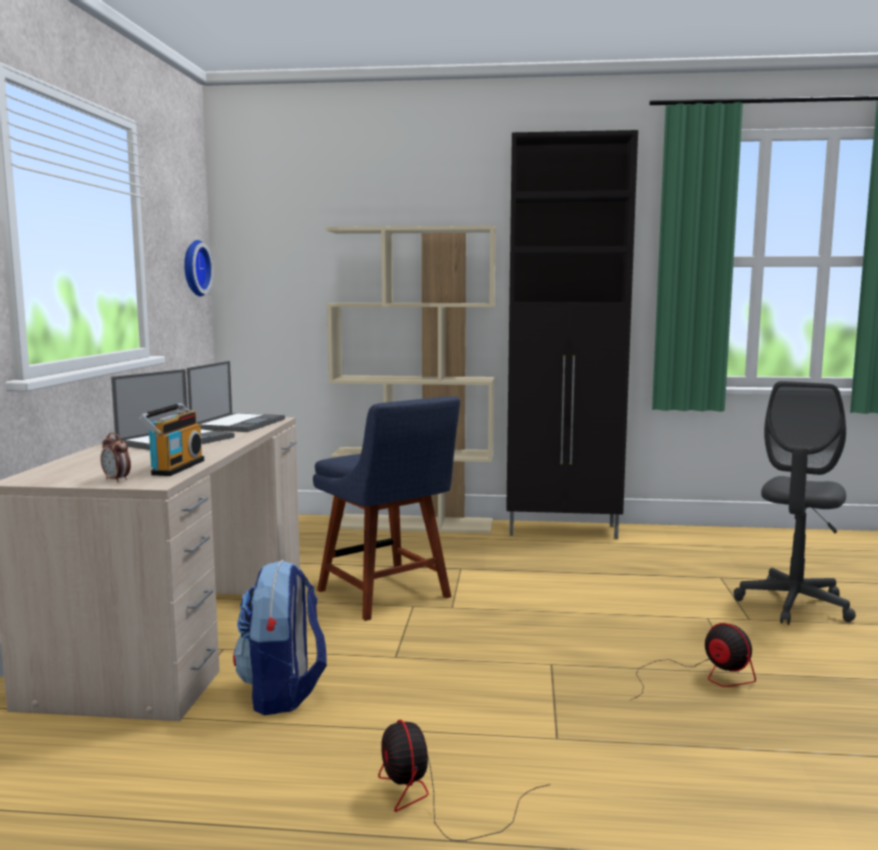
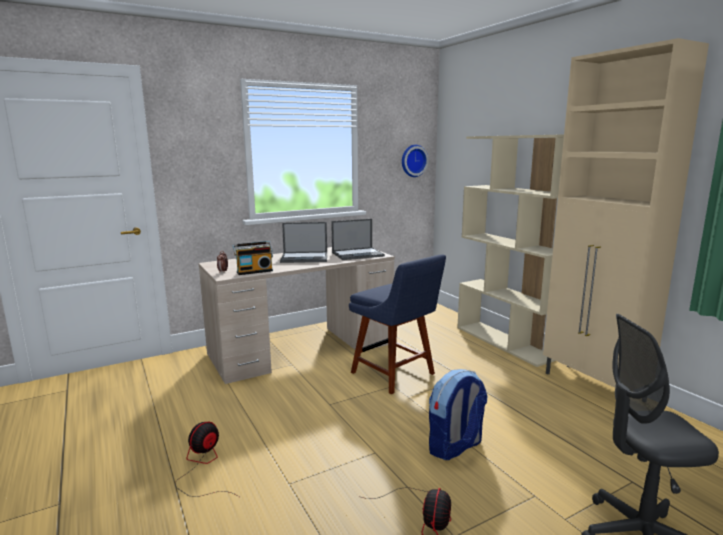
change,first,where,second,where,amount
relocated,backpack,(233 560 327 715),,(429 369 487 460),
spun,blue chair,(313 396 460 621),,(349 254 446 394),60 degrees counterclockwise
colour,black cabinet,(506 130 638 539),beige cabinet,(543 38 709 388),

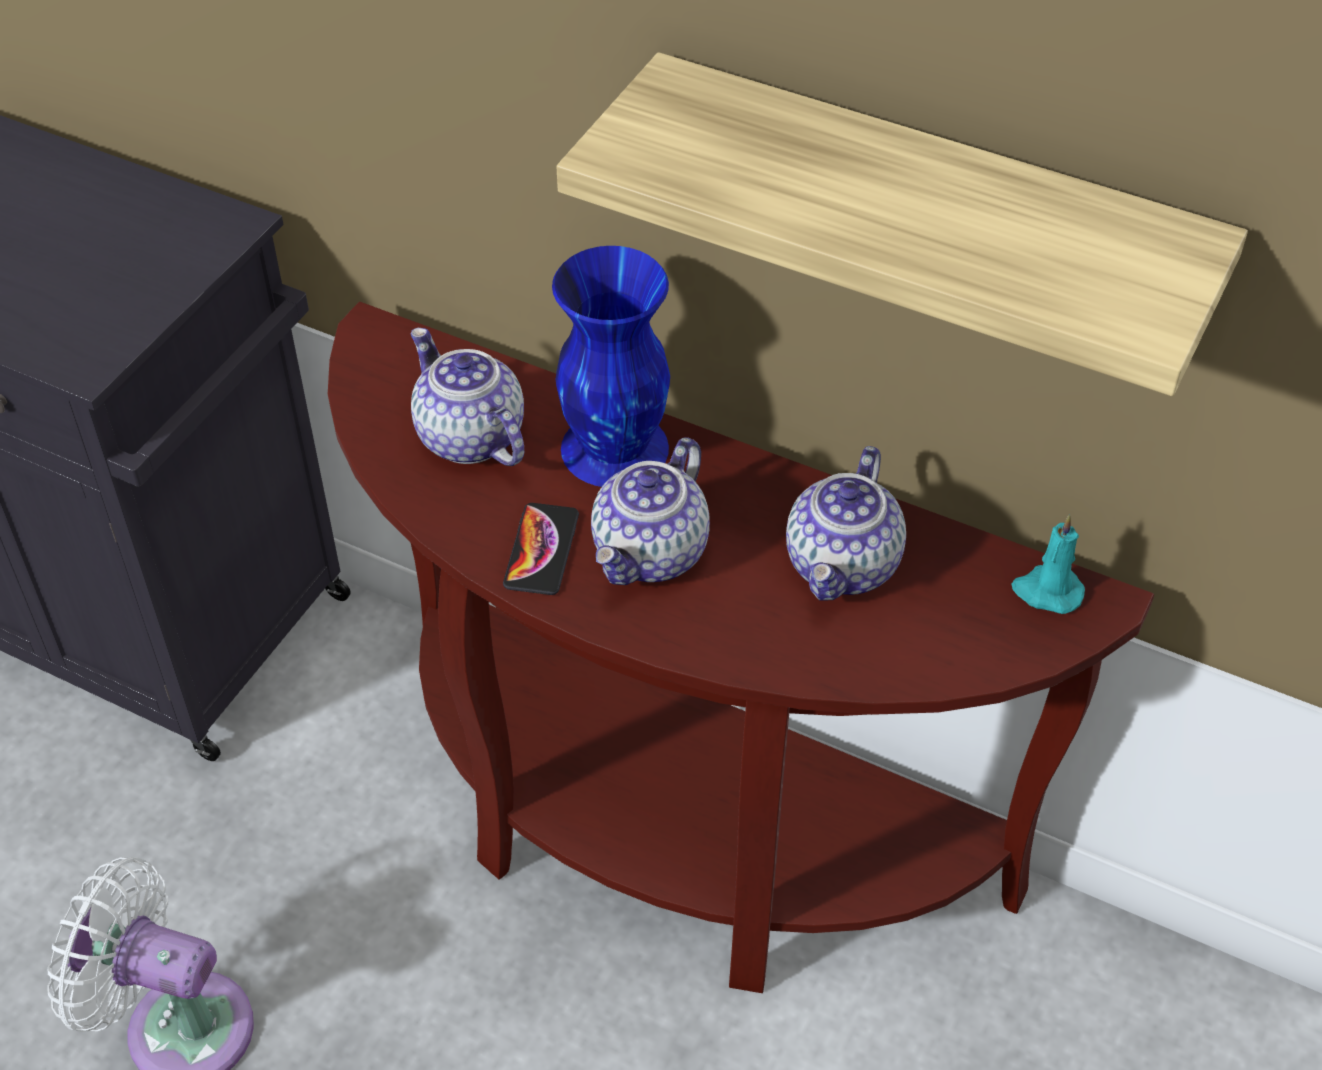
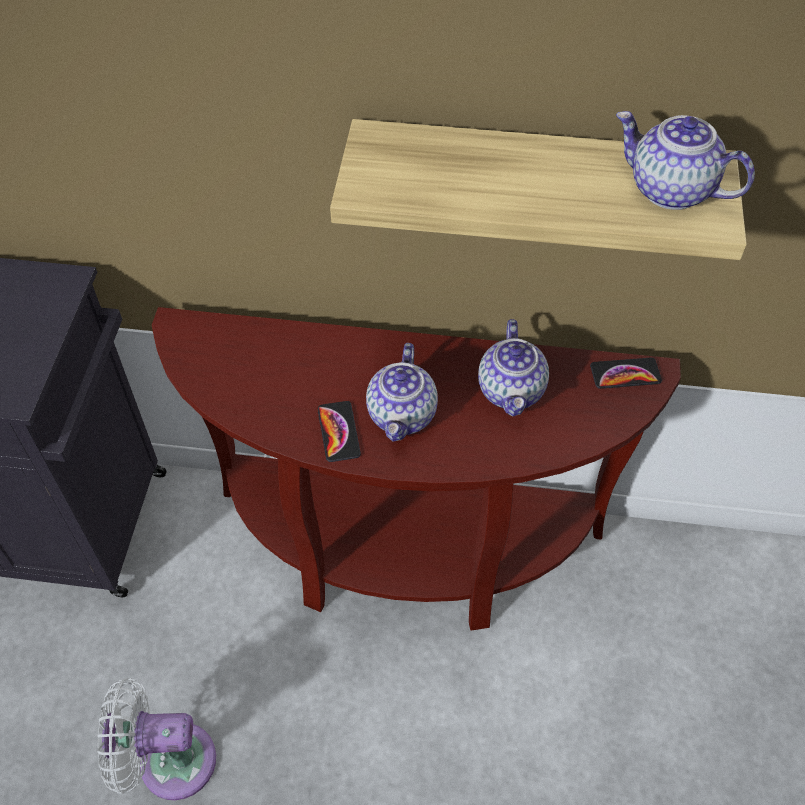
change,first,where,second,where,amount
relocated,teapot,(410 328 524 466),,(616 111 755 210),
missing,blue vase,(552 246 670 487),,,
exchanged,turquoise candle,(1011 514 1085 614),phone,(590 358 662 389),

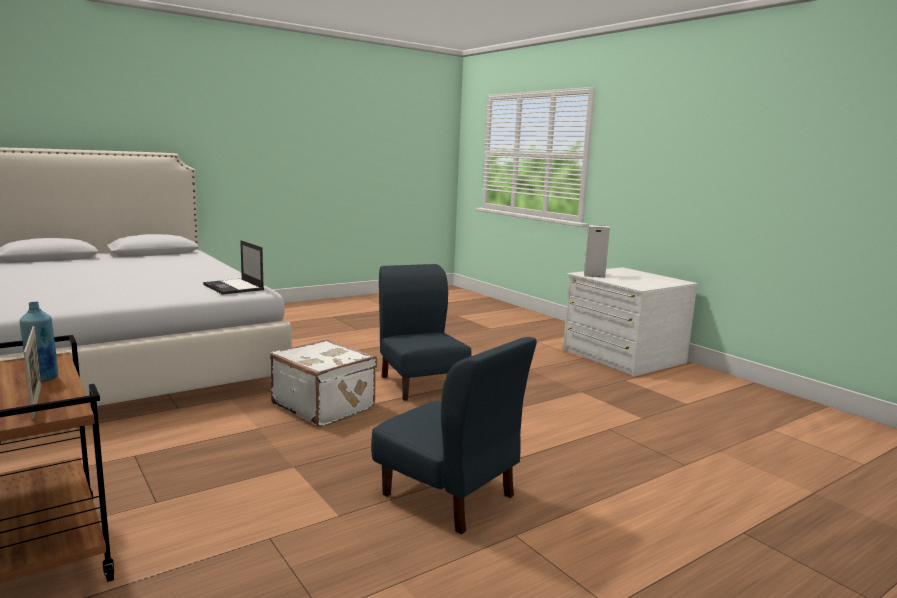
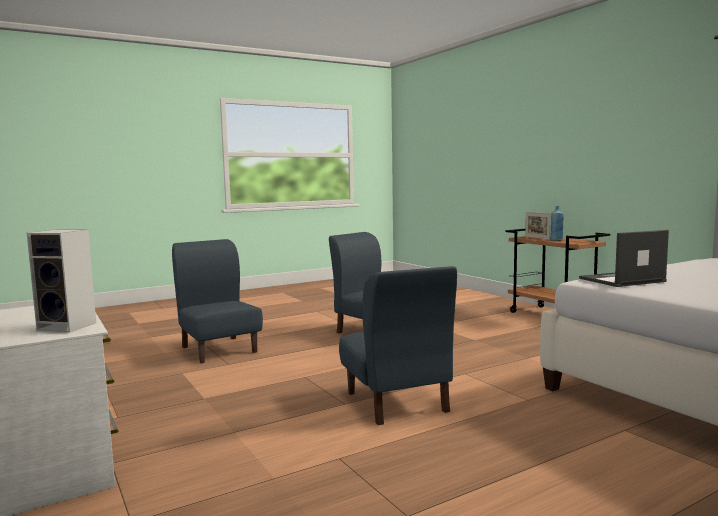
change,first,where,second,where,amount
spun,laptop,(203 240 264 295),,(579 230 669 287),75 degrees counterclockwise
missing,white suitcase,(270 339 377 427),,,
appeared,,,blue chair,(172 239 263 363),

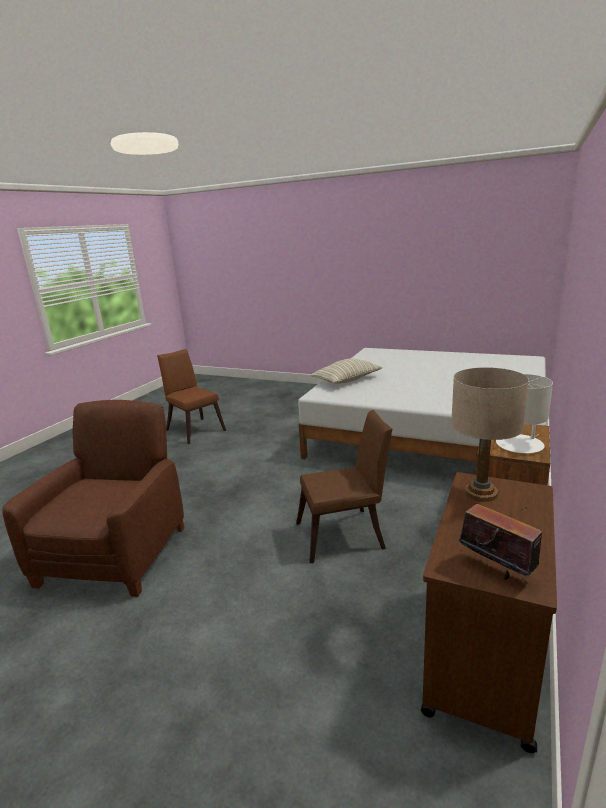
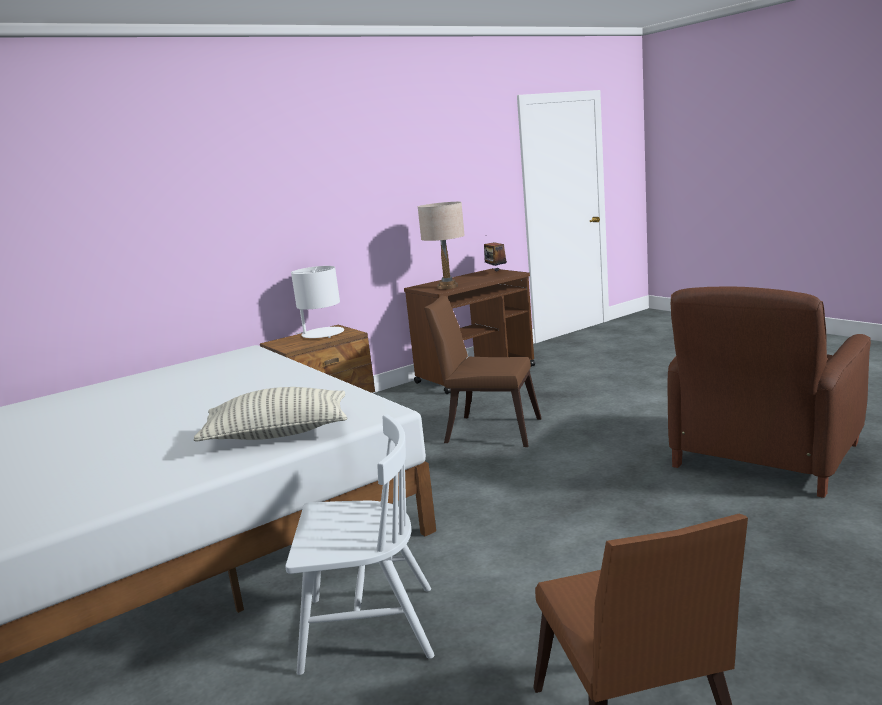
change,first,where,second,where,amount
appeared,,,white chair,(285 415 434 675),

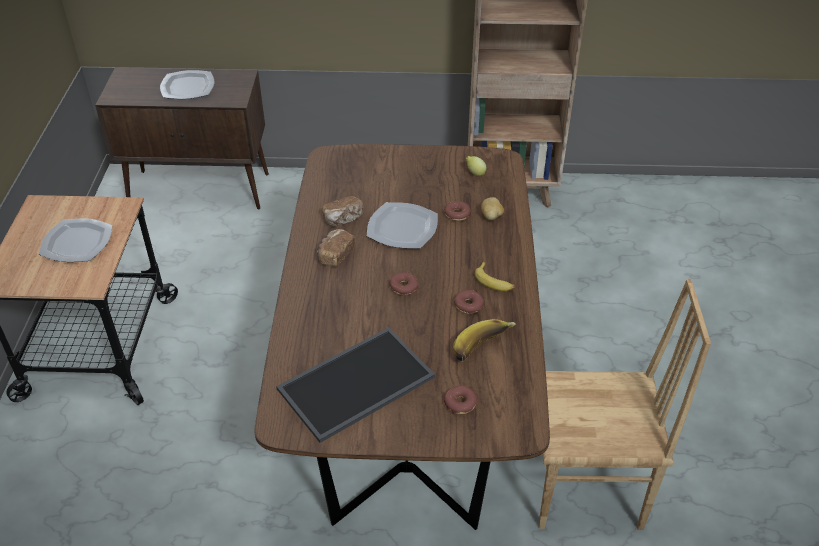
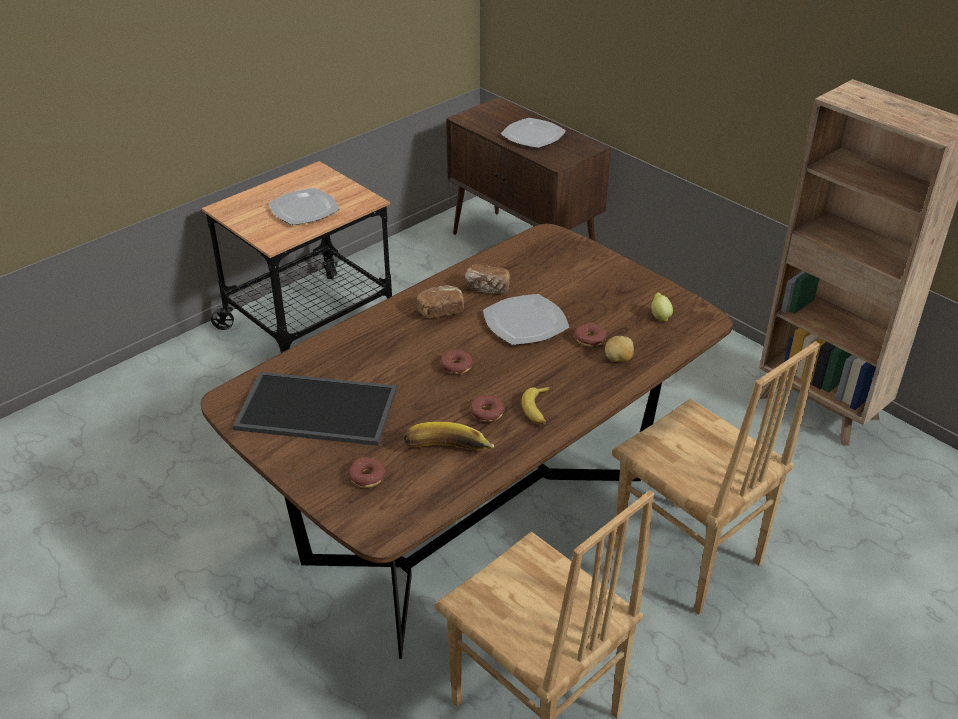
change,first,where,second,where,amount
appeared,,,brown chair,(612 341 820 615),

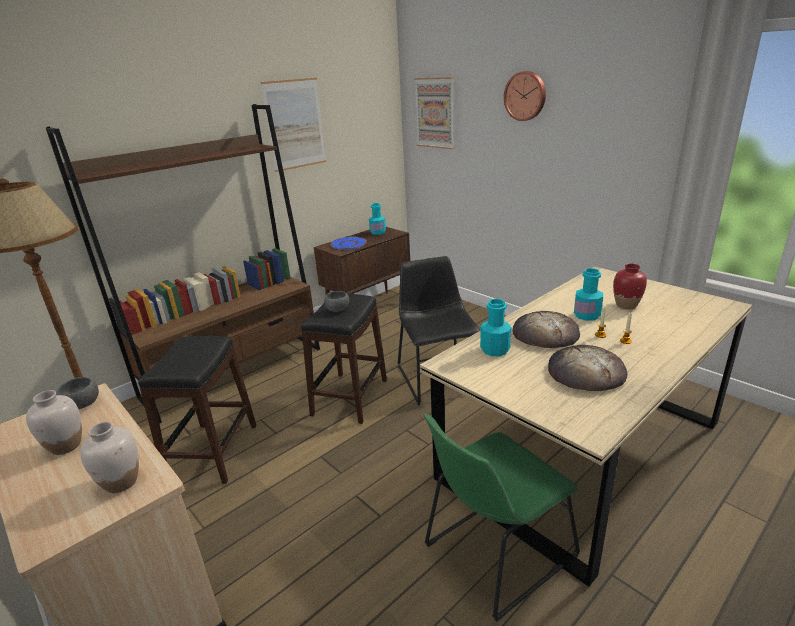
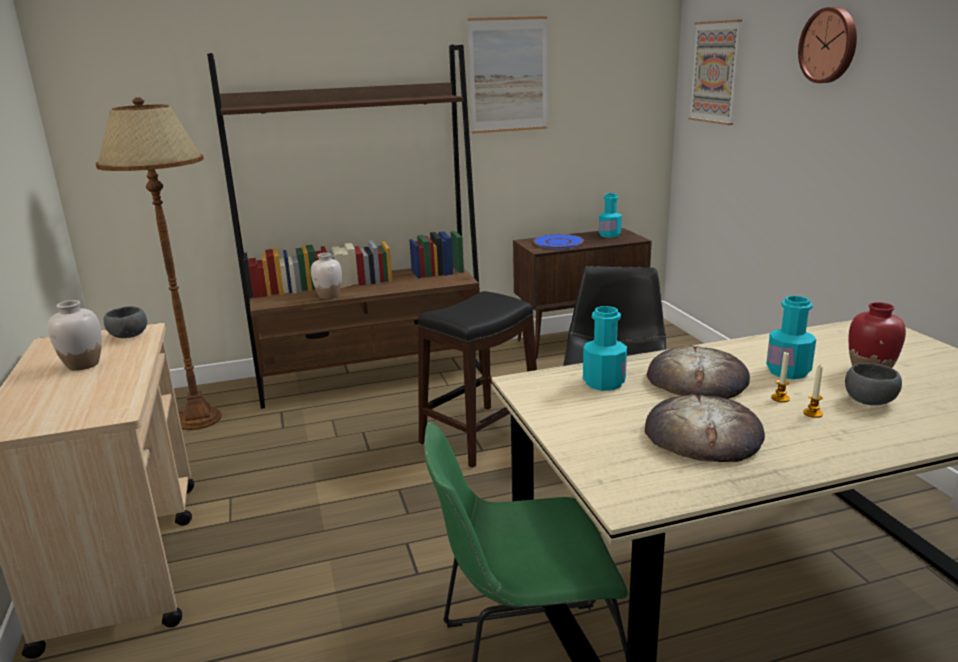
change,first,where,second,where,amount
relocated,white vase,(80 422 139 493),,(311 253 342 299),
missing,black stool,(138 336 257 484),,,
relocated,grey bowl,(324 291 349 312),,(845 363 902 405),

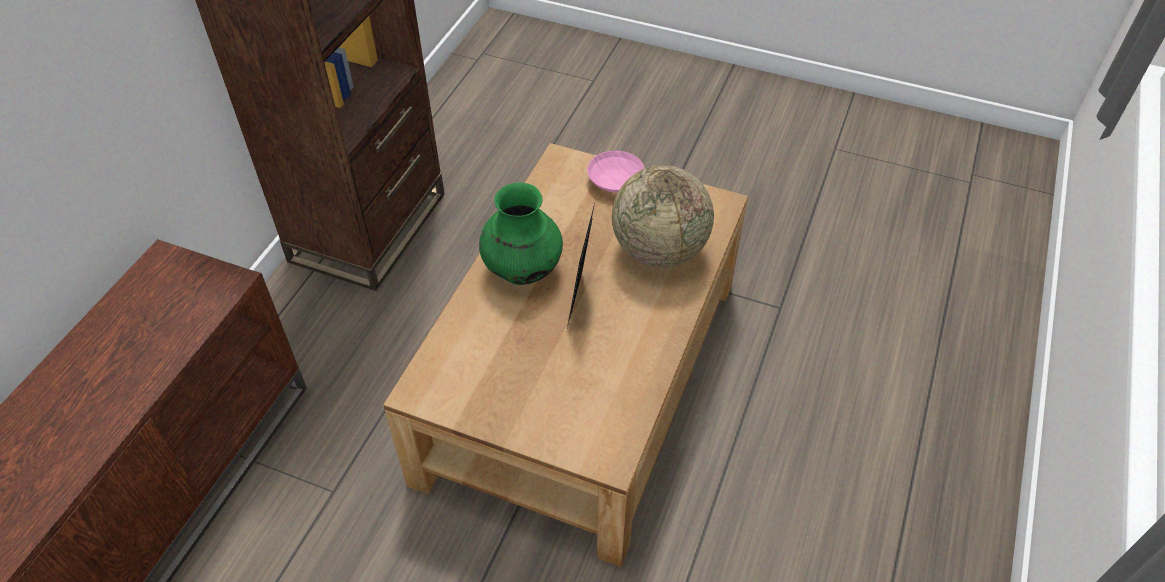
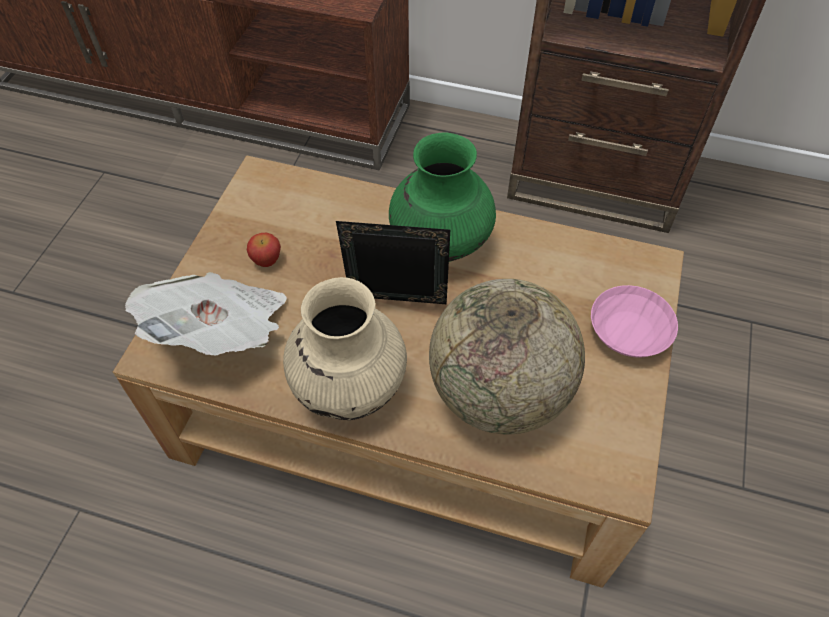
change,first,where,second,where,amount
appeared,,,newspaper,(125 272 287 356),
appeared,,,apple,(247 233 281 267),
appeared,,,beige vase,(283 277 407 420),

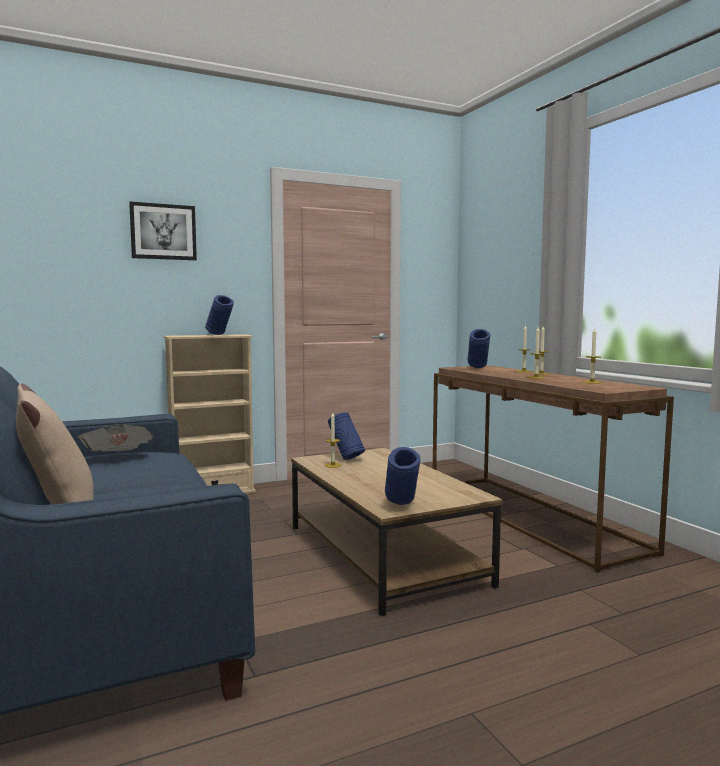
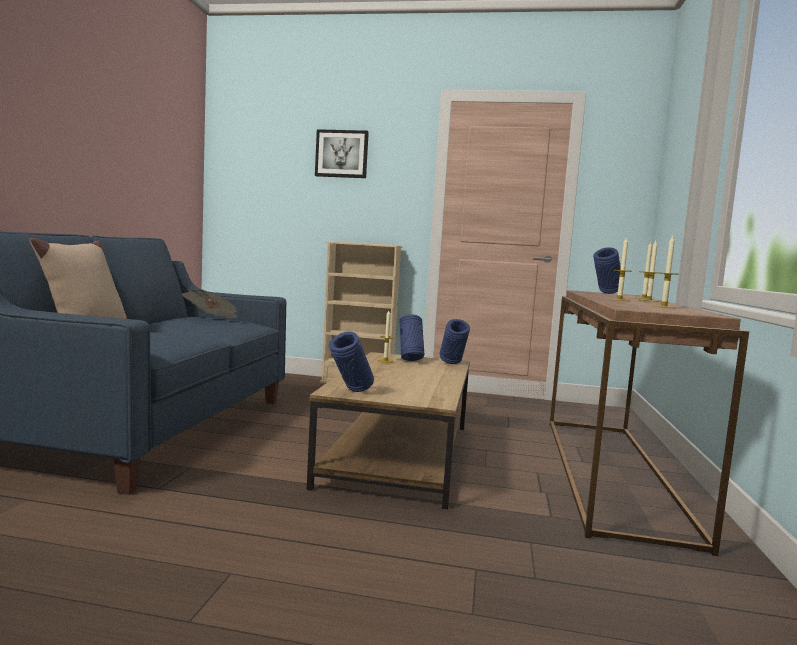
change,first,where,second,where,amount
relocated,blue vase,(205 295 234 335),,(440 319 470 364),

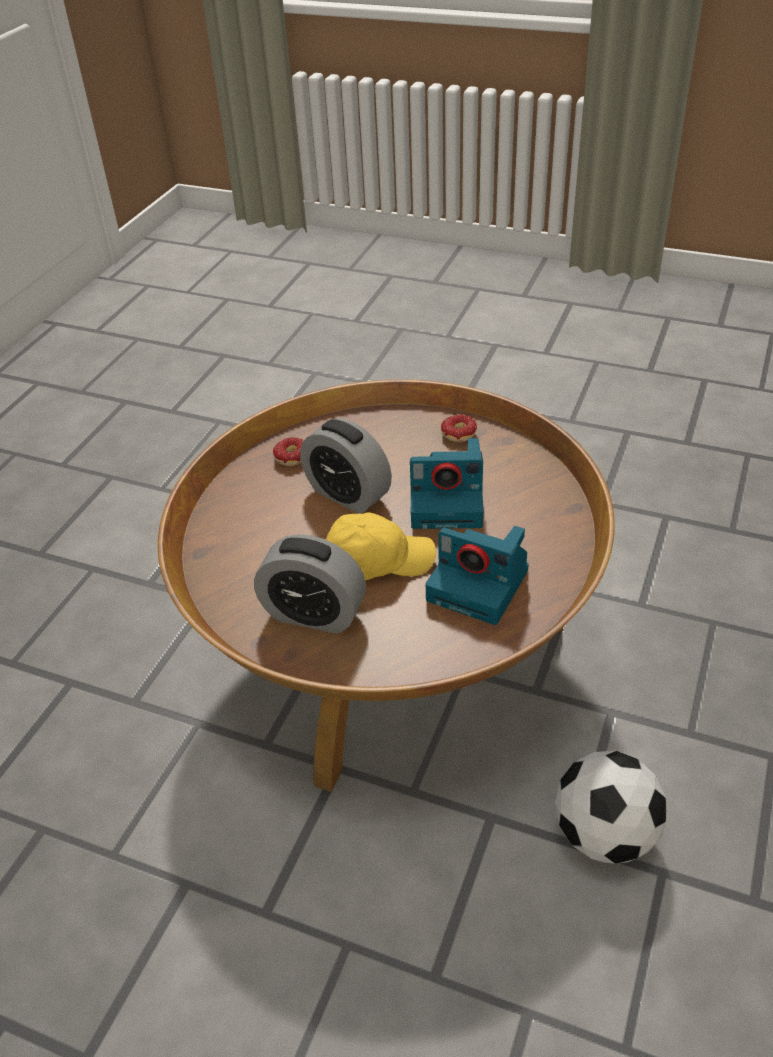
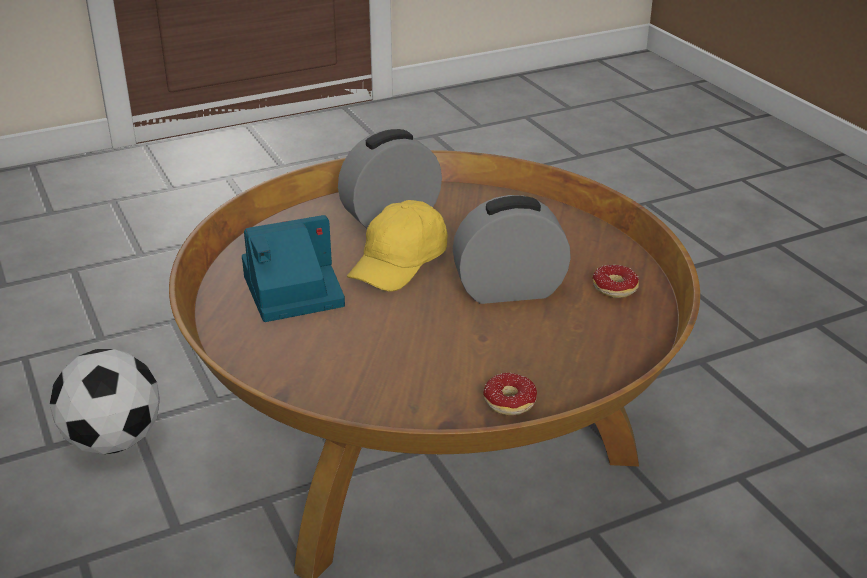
change,first,where,second,where,amount
missing,photo camera,(410 438 484 529),,,

